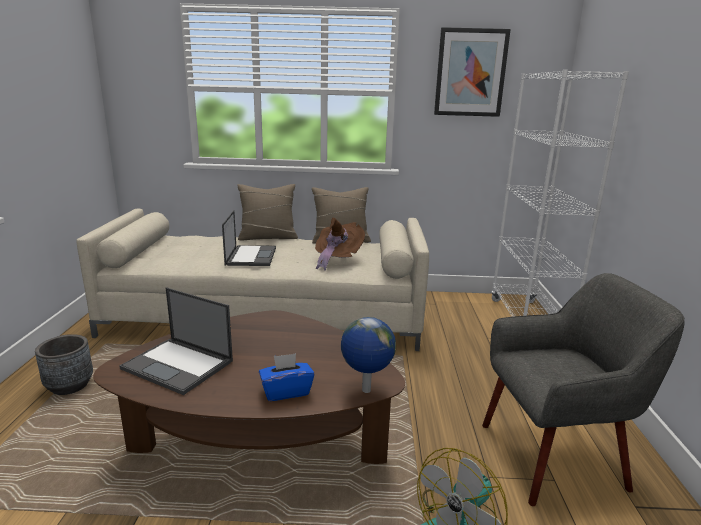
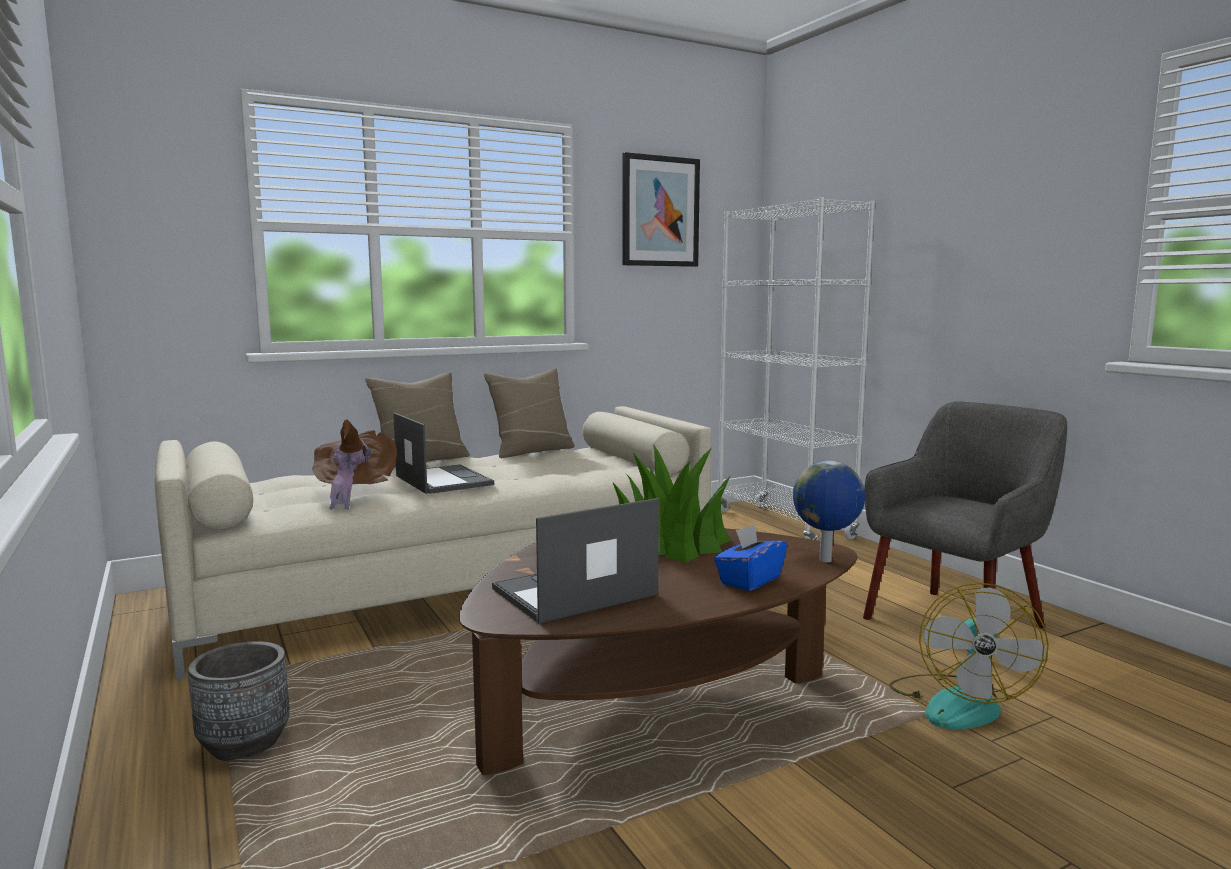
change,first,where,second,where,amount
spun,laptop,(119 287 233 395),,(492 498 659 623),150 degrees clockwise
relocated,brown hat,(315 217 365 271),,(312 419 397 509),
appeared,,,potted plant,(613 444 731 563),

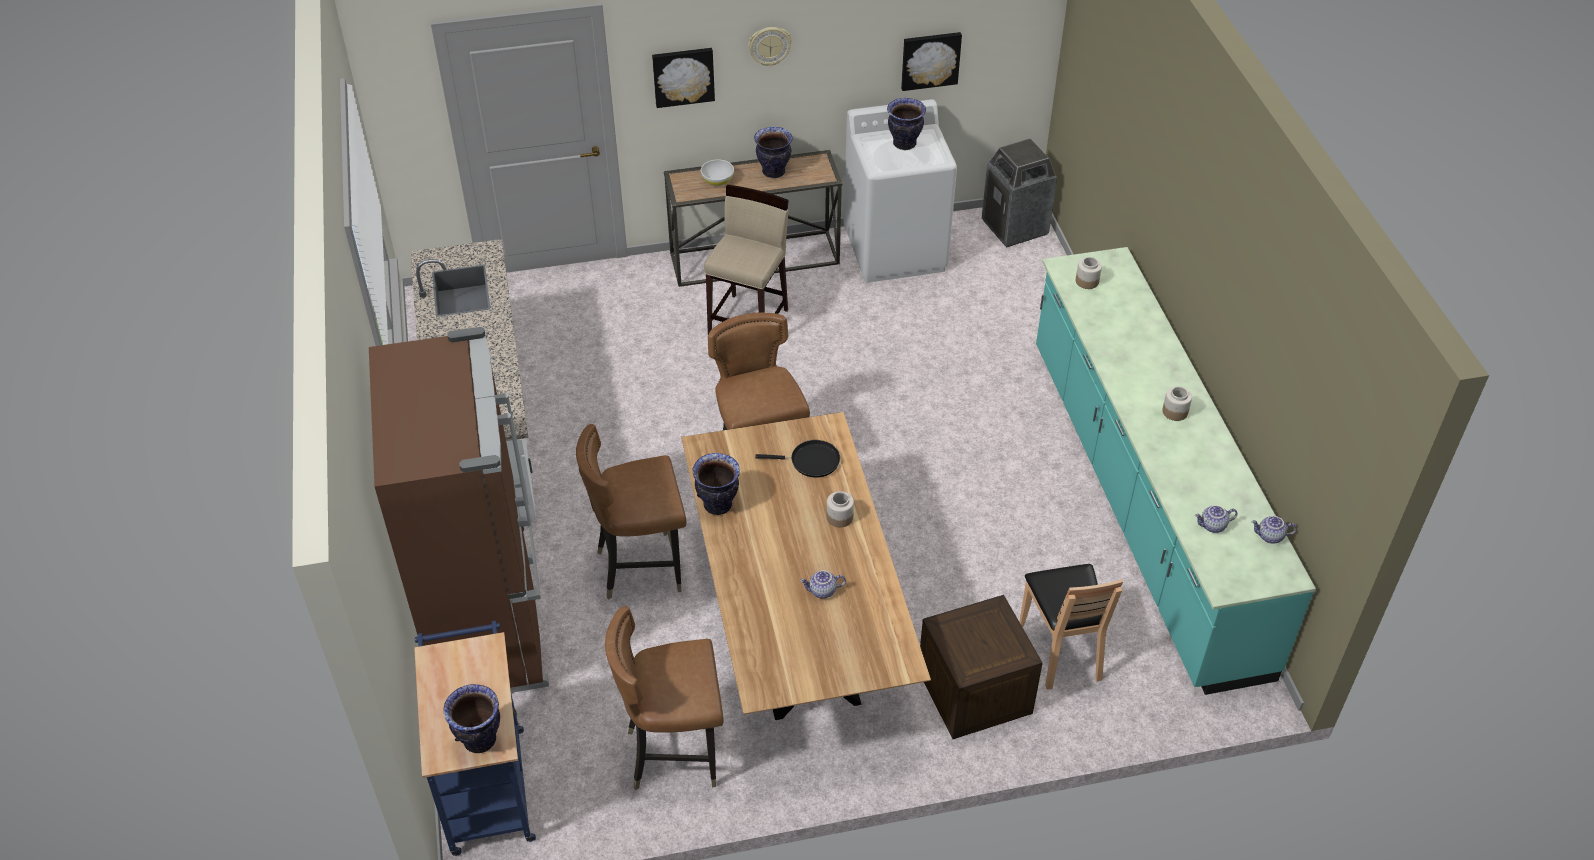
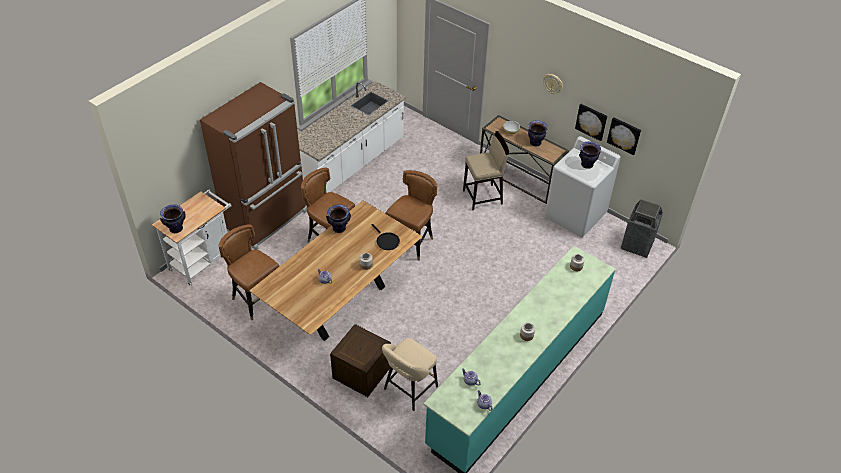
change,first,where,second,where,amount
colour,blue cart,(414 621 536 856),white cart,(152 189 232 286),
relocated,picture,(652 48 715 108),,(575 104 608 141),
exchanged,brown chair,(1019 564 1123 690),beige stool,(382 338 438 411),

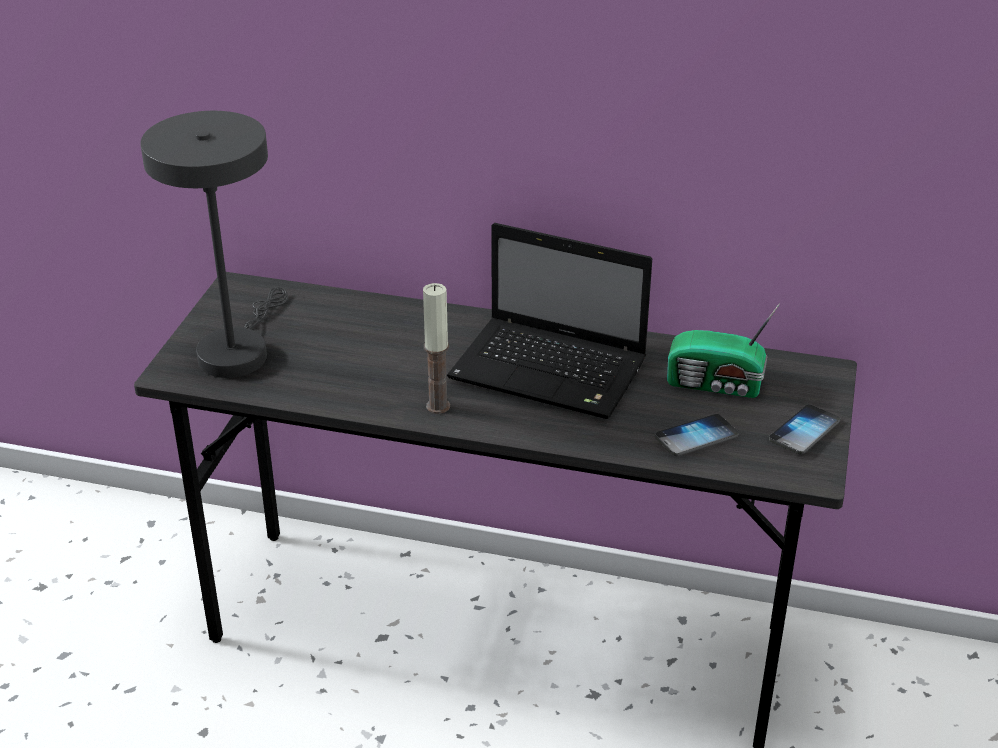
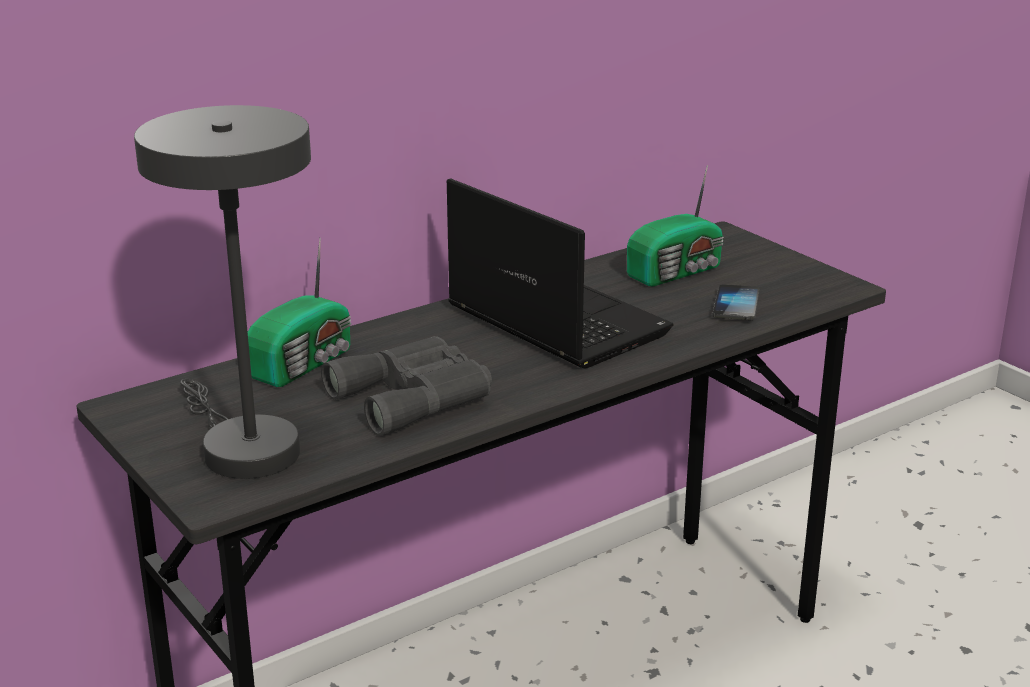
change,first,where,second,where,amount
missing,candle,(423 283 450 414),,,
spun,laptop,(447 223 652 419),,(447 178 673 369),105 degrees counterclockwise
missing,phone,(769 404 840 455),,,
appeared,,,radio,(248 237 351 387),
appeared,,,grey binoculars,(321 336 492 436),

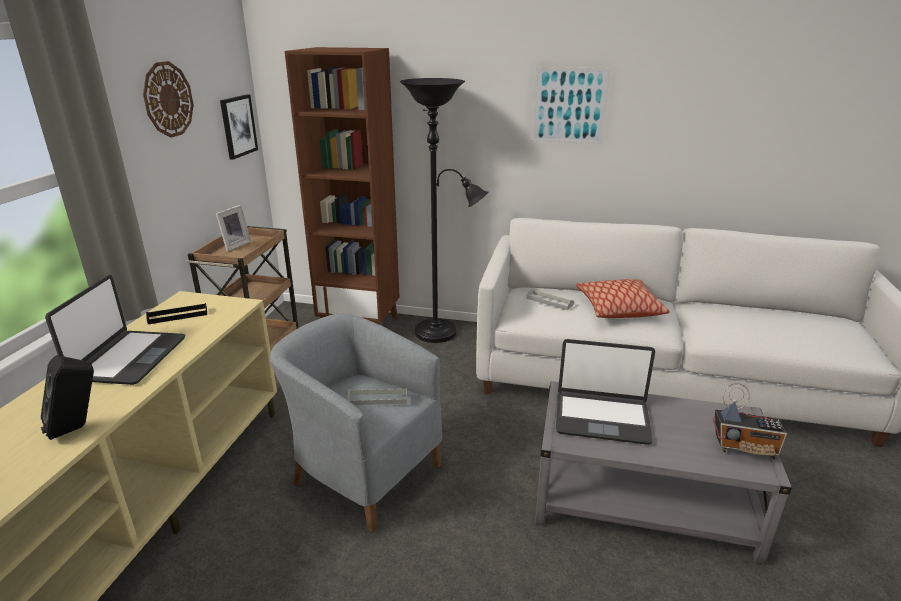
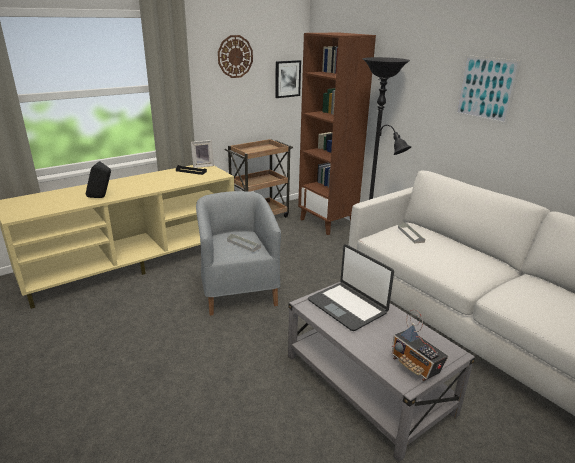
change,first,where,second,where,amount
missing,laptop,(45 275 185 385),,,
relocated,picture frame,(216 205 251 251),,(191 140 214 168),
missing,pillow,(576 279 670 318),,,

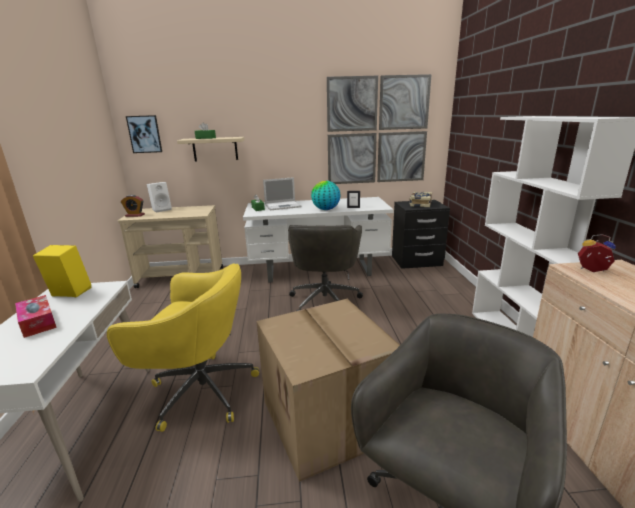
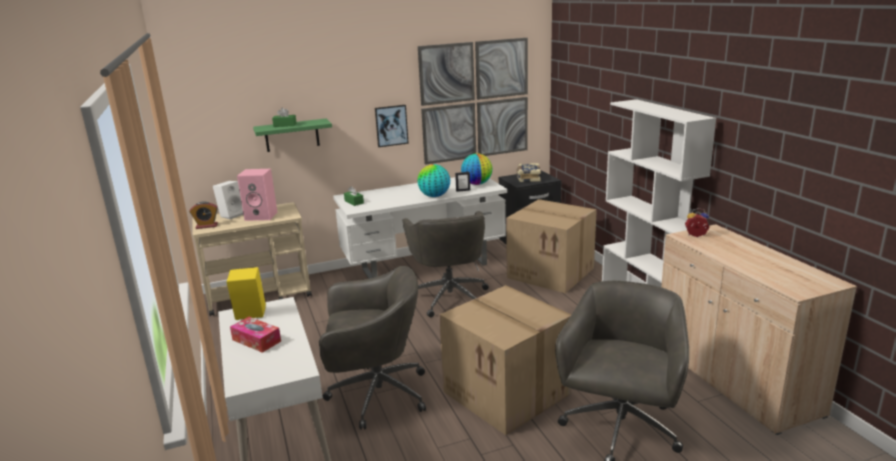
change,first,where,second,where,amount
colour,yellow office chair,(107 263 259 432),grey office chair,(319 266 426 430),
relocated,picture,(126 115 162 153),,(375 105 409 147),
colour,beige shelf,(177 137 245 162),green shelf,(253 119 332 152),
missing,laptop,(263 177 301 210),,,
appeared,,,pink speaker,(237 169 277 221),
appeared,,,globe,(461 153 493 185),
appeared,,,cardboard box,(506 199 597 293),

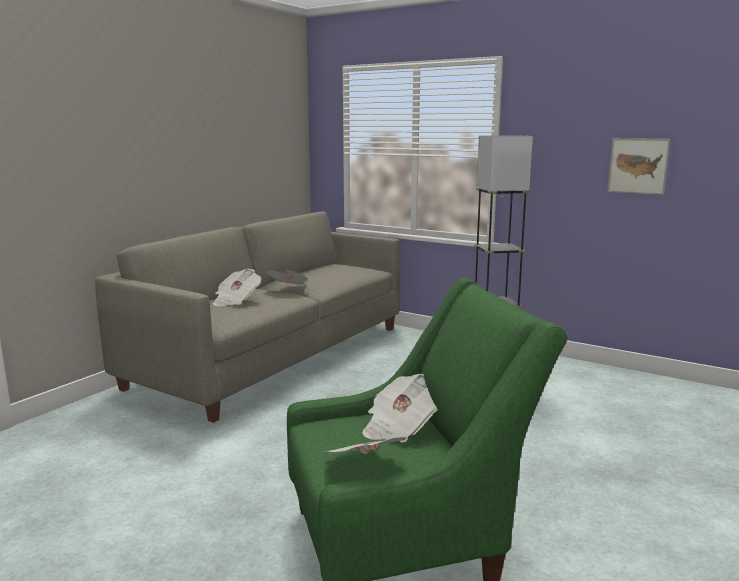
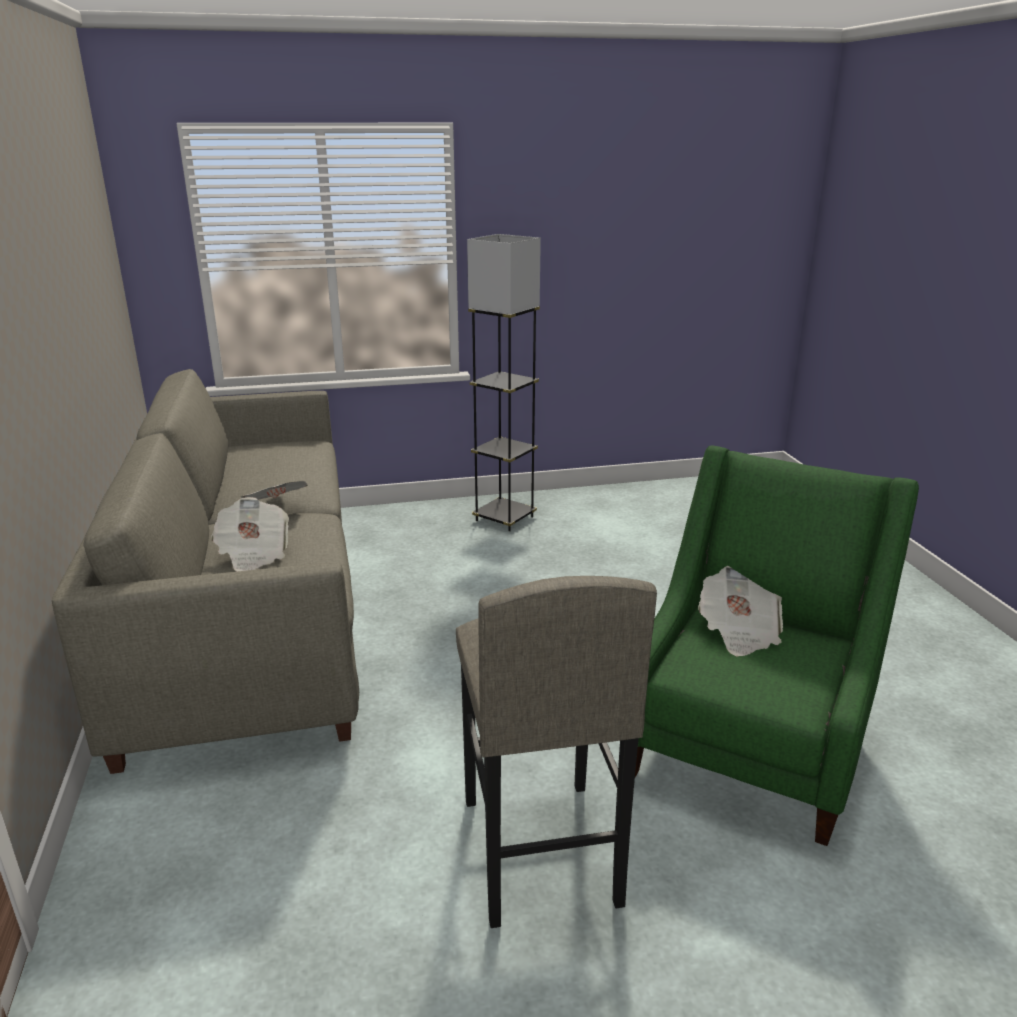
change,first,where,second,where,amount
missing,newspaper,(324 437 406 454),,,
missing,picture,(607 138 671 195),,,
appeared,,,grey stool,(456 576 657 928),

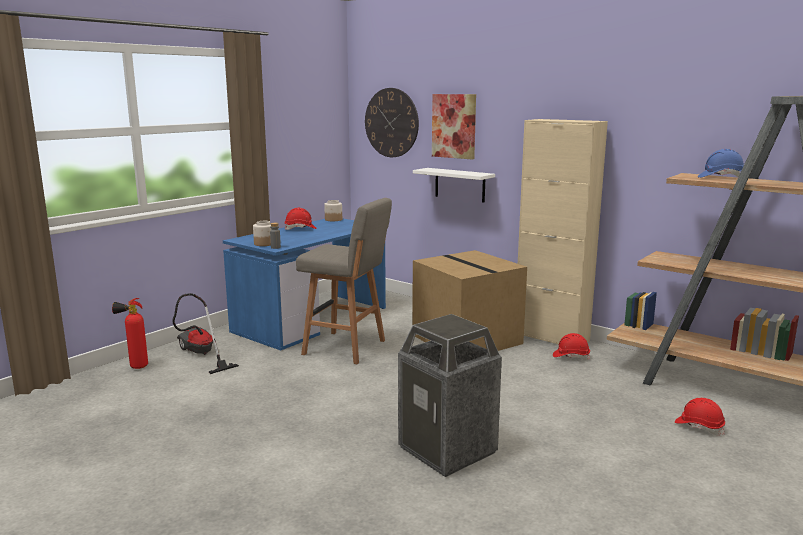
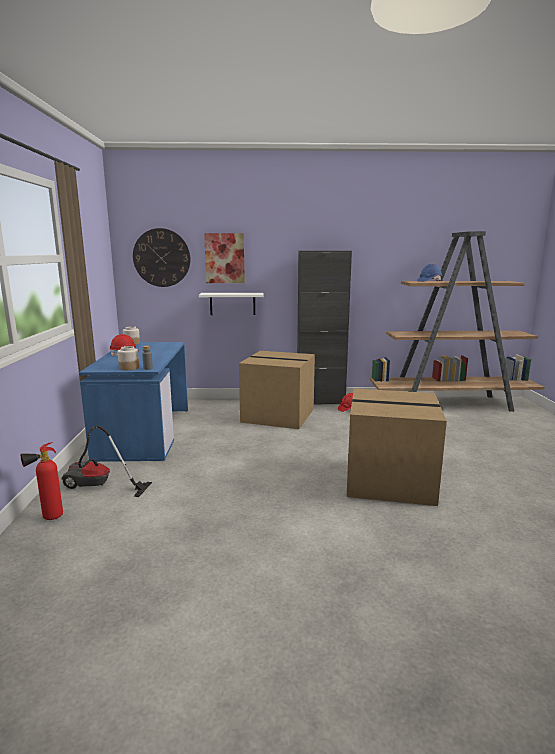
change,first,where,second,where,amount
missing,grey stool,(296 198 392 364),,,
exchanged,trash can,(398 314 502 477),cardboard box,(347 389 447 506),
colour,beige cabinet,(518 119 608 344),black cabinet,(297 251 352 404),
missing,red hard hat,(675 398 725 435),,,

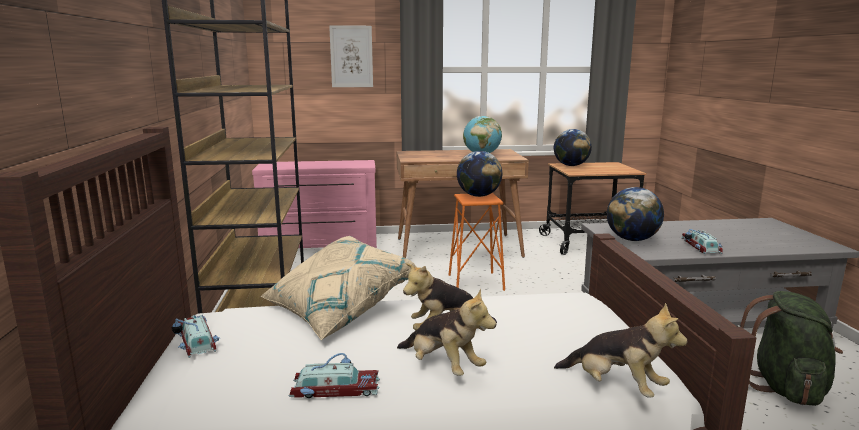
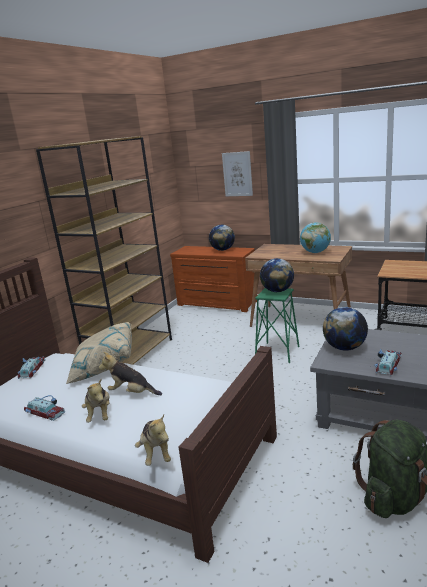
change,first,where,second,where,amount
colour,pink dresser,(252 160 377 248),brown dresser,(170 246 257 312),
colour,orange stool,(448 193 505 291),green stool,(255 288 299 363),
relocated,globe,(554 129 592 166),,(209 225 235 251),

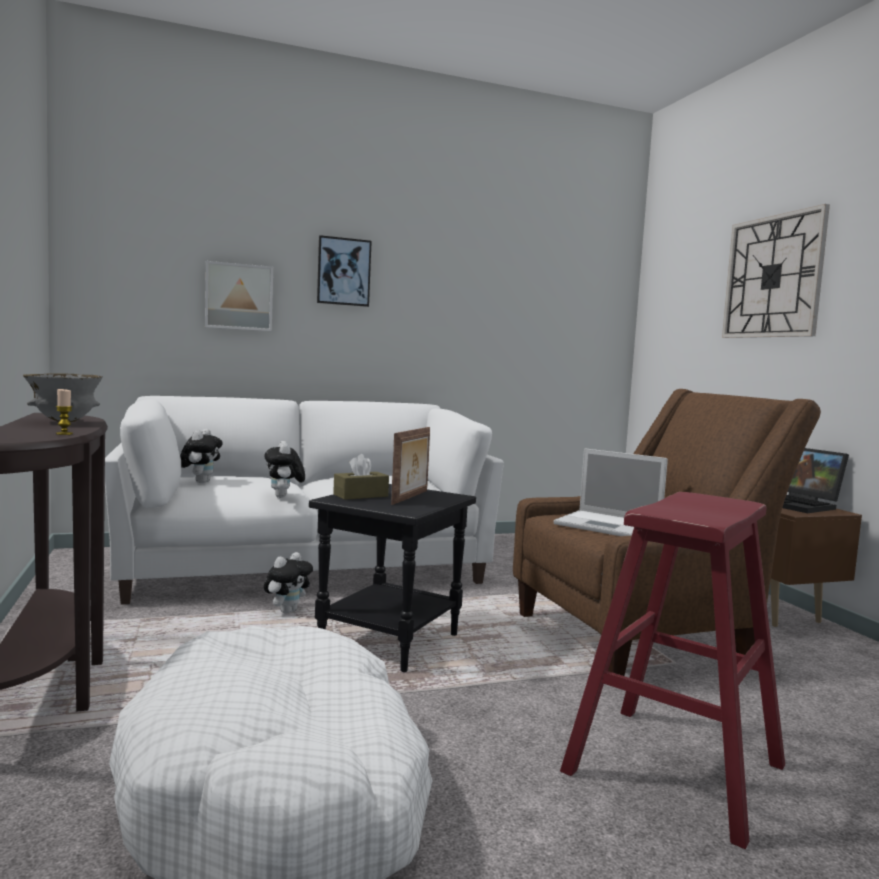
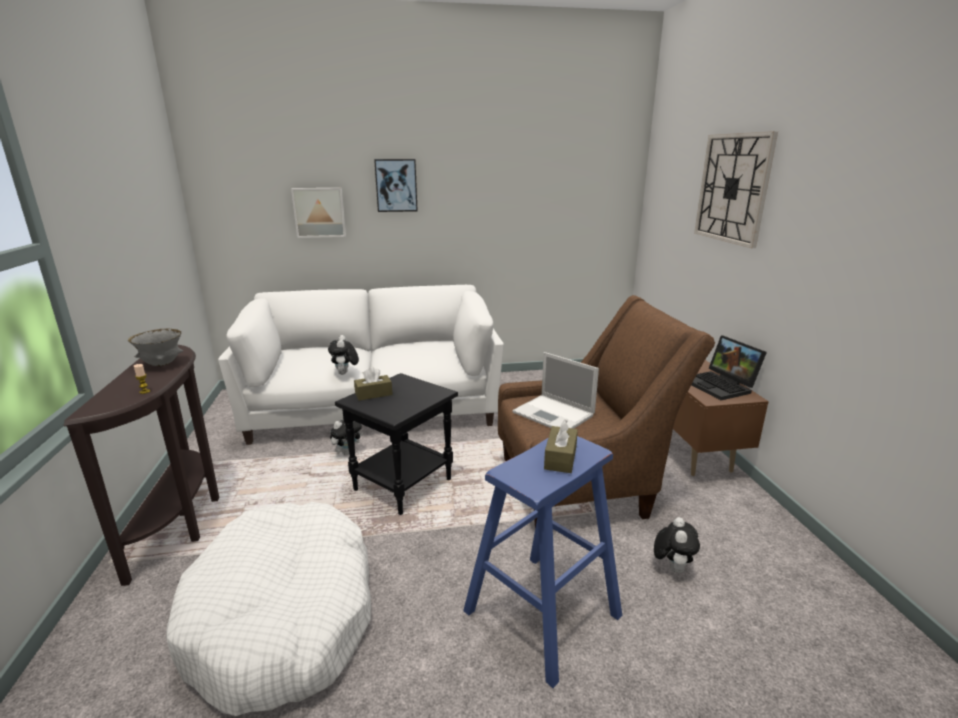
change,first,where,second,where,amount
relocated,plush toy,(180 429 223 483),,(654 517 700 573),
missing,picture frame,(391 427 430 505),,,
colour,red stool,(560 492 785 849),blue stool,(463 436 622 688),
appeared,,,brown tissue box,(544 420 578 473),

